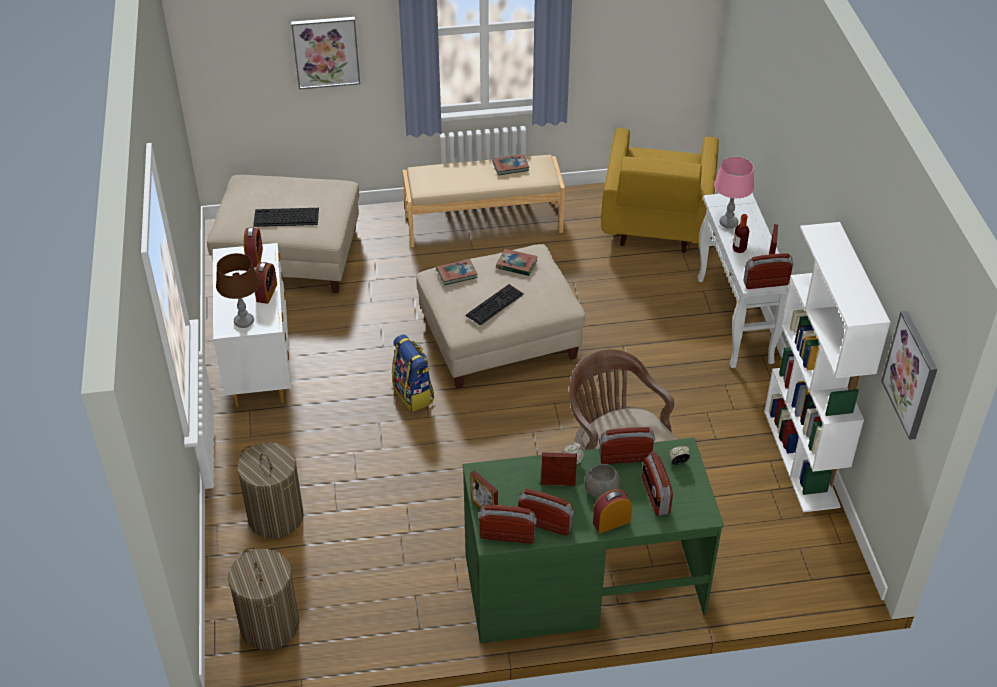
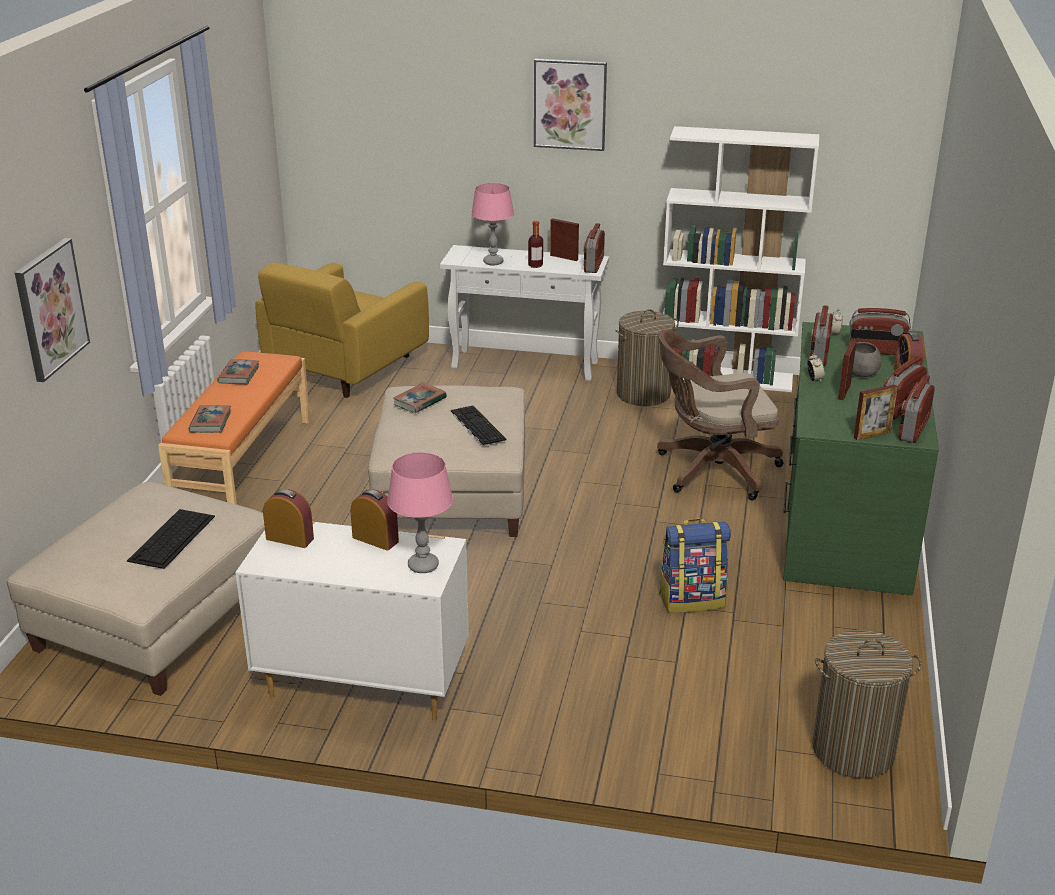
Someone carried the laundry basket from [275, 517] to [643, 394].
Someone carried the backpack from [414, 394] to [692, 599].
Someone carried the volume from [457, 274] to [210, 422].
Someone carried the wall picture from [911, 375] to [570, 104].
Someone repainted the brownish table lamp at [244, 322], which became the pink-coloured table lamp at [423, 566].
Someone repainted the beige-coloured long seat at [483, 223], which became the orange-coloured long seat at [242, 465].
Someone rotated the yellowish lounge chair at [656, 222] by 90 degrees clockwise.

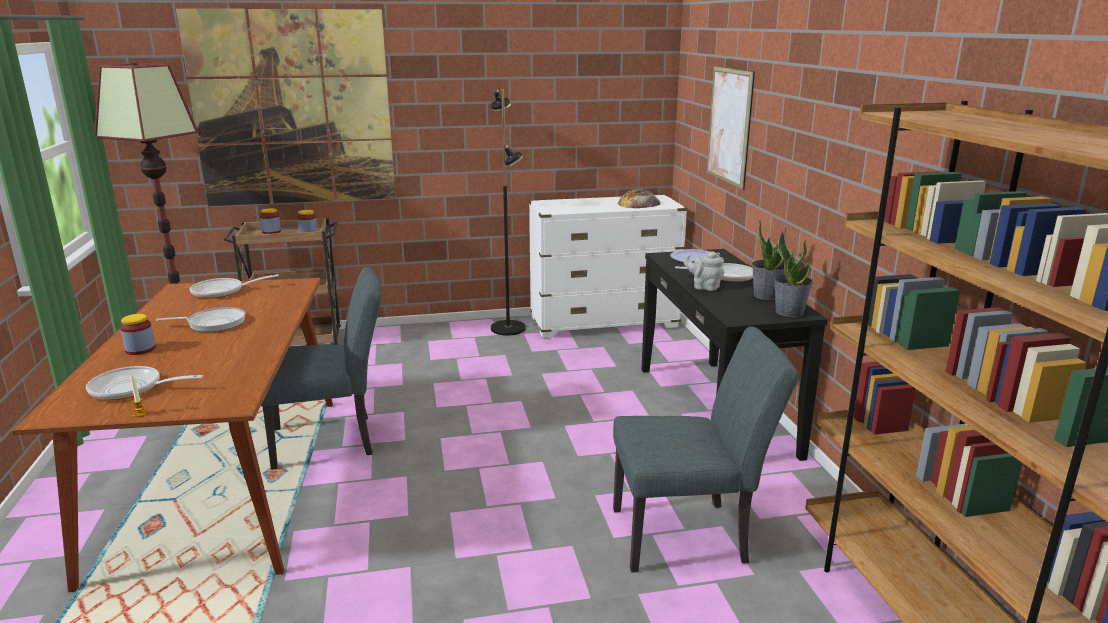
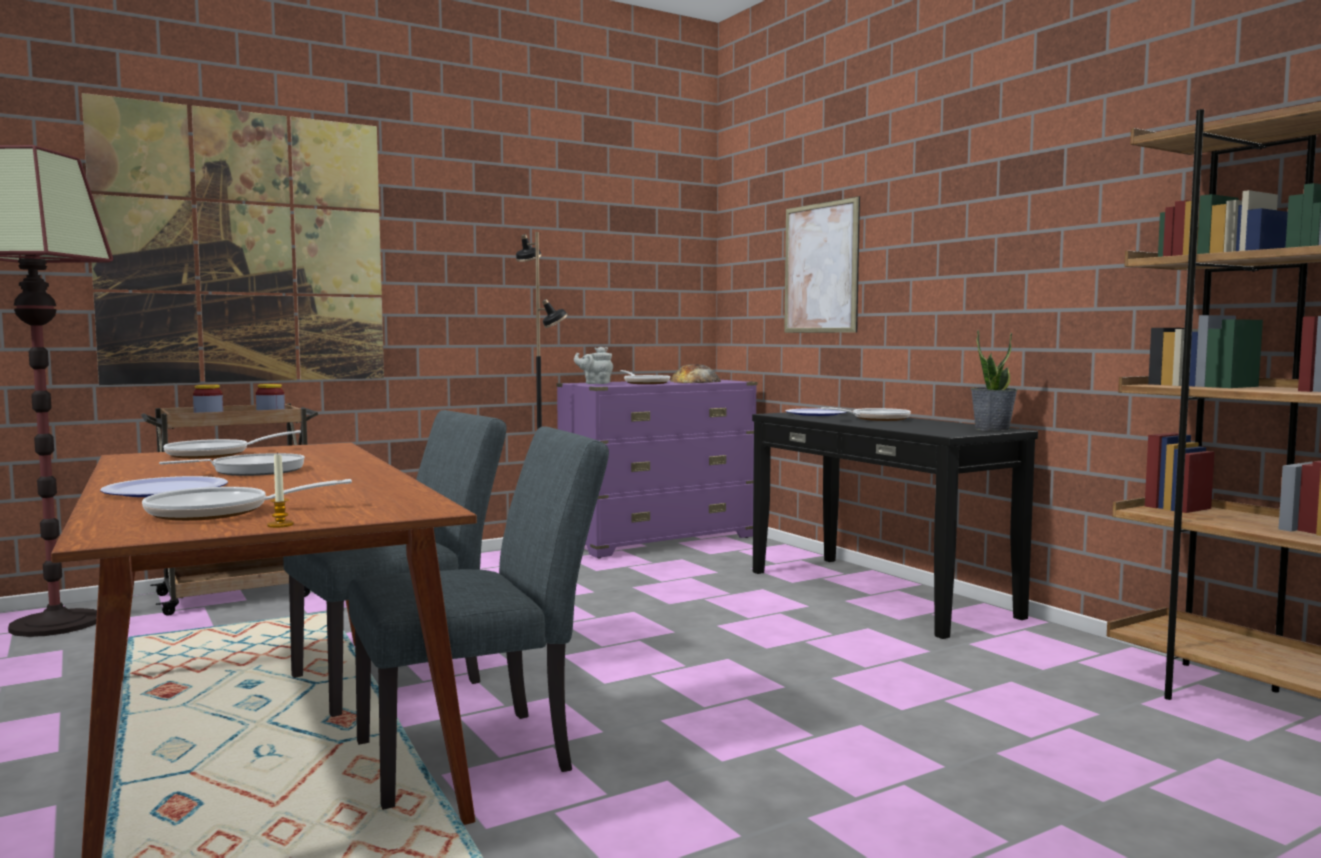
Someone took away the plant in a pot at [766, 295].
Someone put down the skillet at [645, 383].
Someone carried the greyish upright chair from [690, 535] to [481, 754].
Someone carried the greyish tea pot from [704, 287] to [595, 383].
Someone swapped the preserve jar at [140, 349] for the dinner plate at [166, 490].
Someone repainted the white-coloured drawer chest at [603, 322], which became the purple-coloured drawer chest at [658, 540].

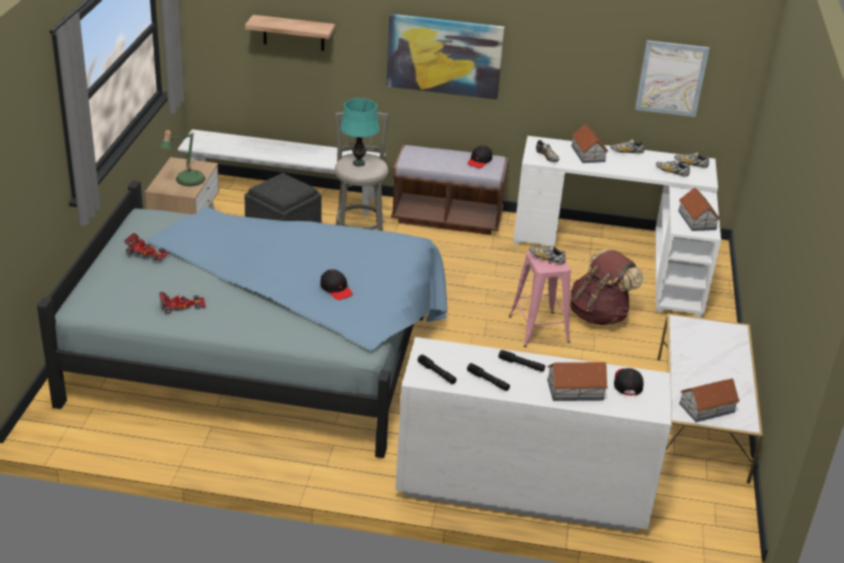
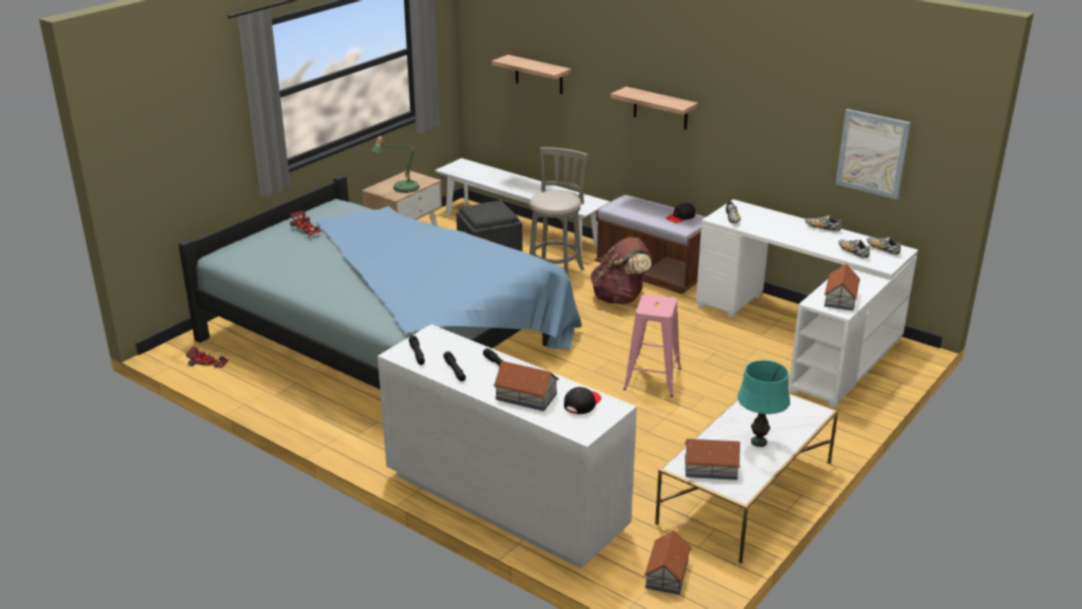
Someone took away the blackish baseball cap at [336, 289].
Someone took away the item of footwear at [546, 259].
Someone carried the model car from [182, 305] to [208, 362].
Someone carried the blue-green table lamp from [358, 163] to [758, 442].
Someone carried the brownish backpack from [599, 315] to [620, 298].
Someone carried the miniature house from [588, 154] to [666, 574].
Someone swapped the wall picture at [444, 56] for the bracket shelf at [660, 108].

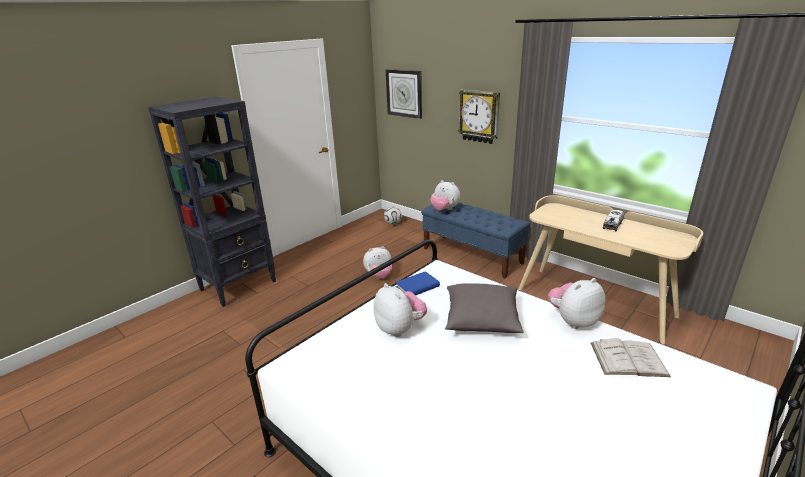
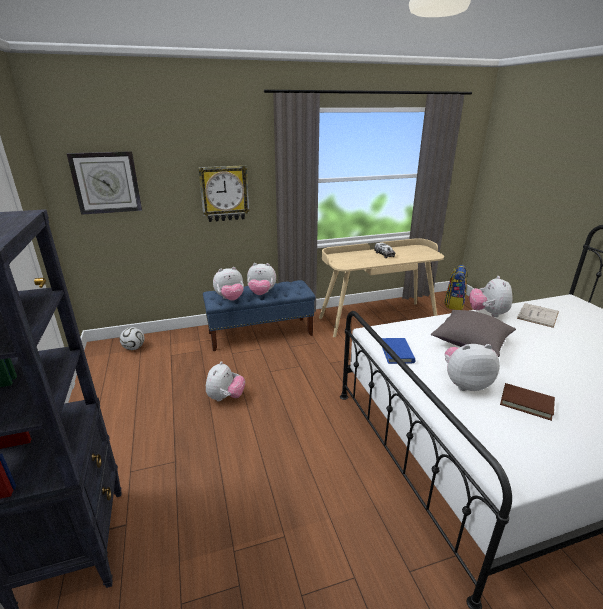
Someone put down the plush toy at [261, 293].
Someone put down the backpack at [454, 304].
Someone put down the brownish volume at [526, 403].

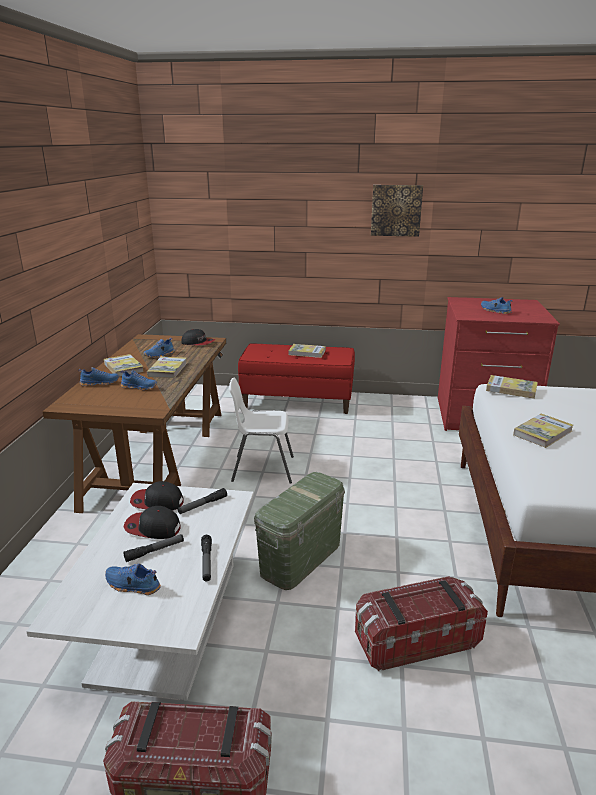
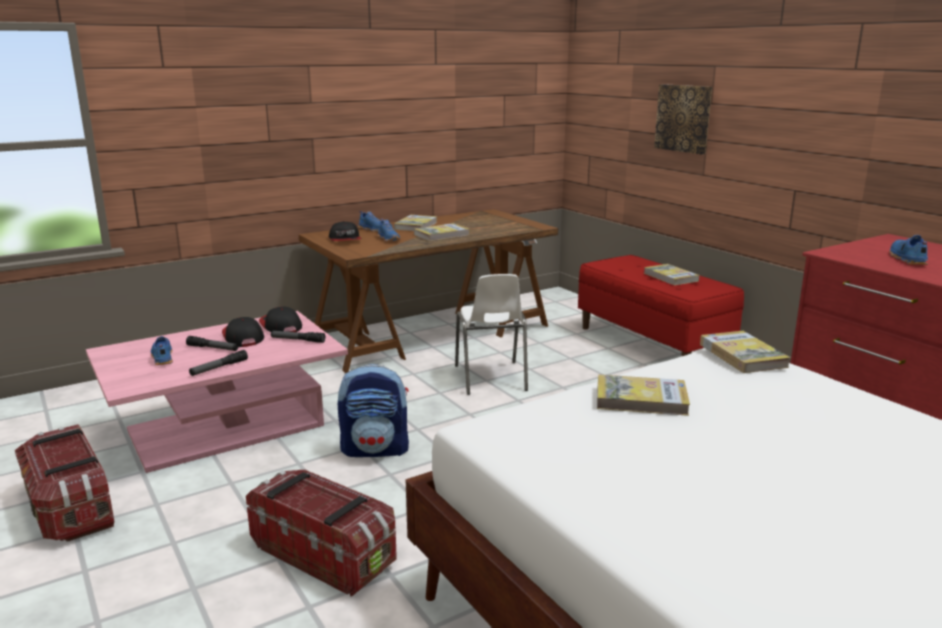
Someone took away the blue item of footwear at [160, 355].
Someone carried the baseball cap from [198, 343] to [345, 239].
Someone carried the wall picture from [396, 210] to [684, 118].
Someone swapped the green storage container at [300, 558] for the backpack at [376, 449].
Someone repainted the white-coloured coffee table at [167, 619], which became the pink-coloured coffee table at [226, 428].
Someone rotated the white-coloured upright chair at [262, 469] by 150 degrees counterclockwise.

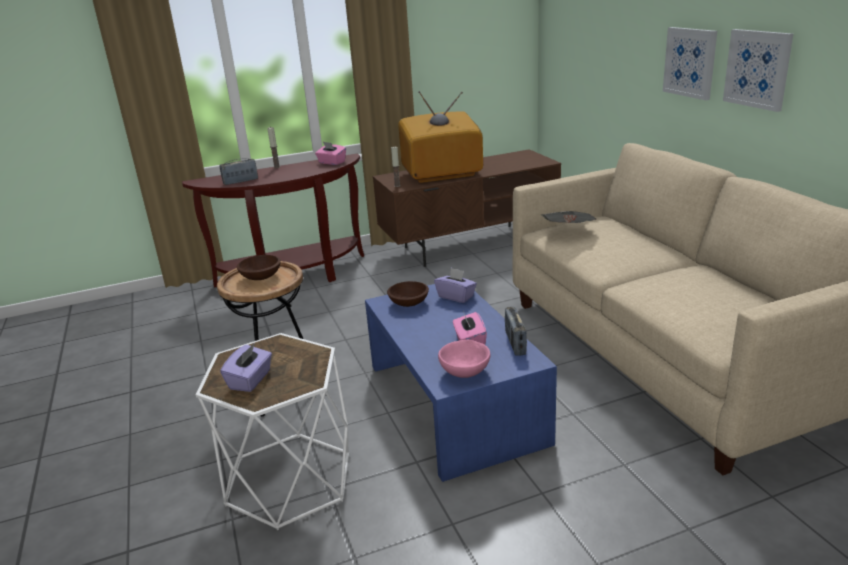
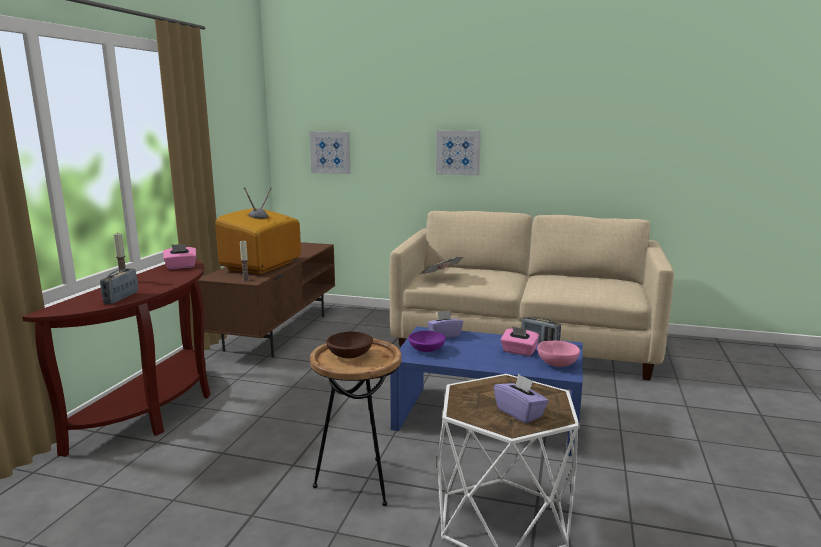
Someone carried the wall picture from [757, 69] to [330, 152].
Someone repainted the brownish bowl at [409, 303], which became the purple-coloured bowl at [427, 350].

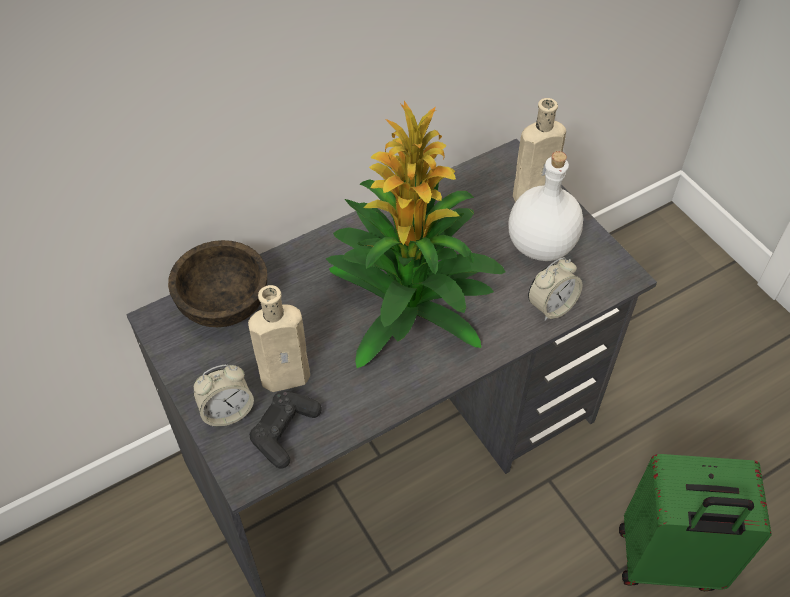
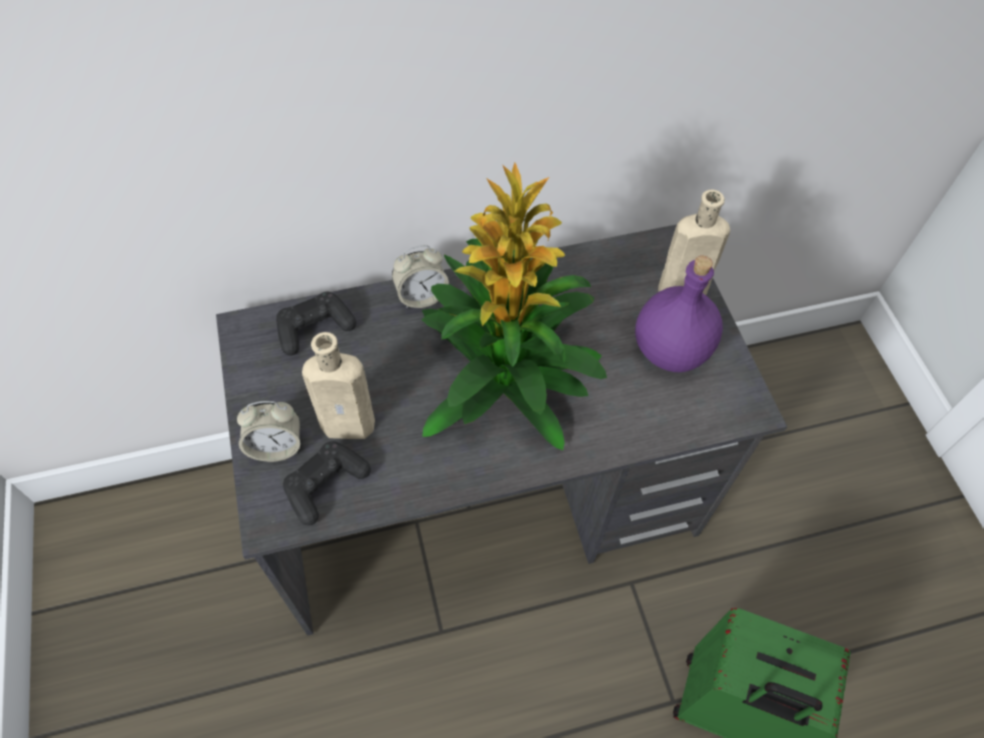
Someone carried the table clock from [551, 306] to [421, 296].
Someone swapped the brownish bowl at [224, 303] for the blackish game controller at [315, 328].
Someone repainted the white-coloured bottle at [542, 246], which became the purple-coloured bottle at [671, 351].

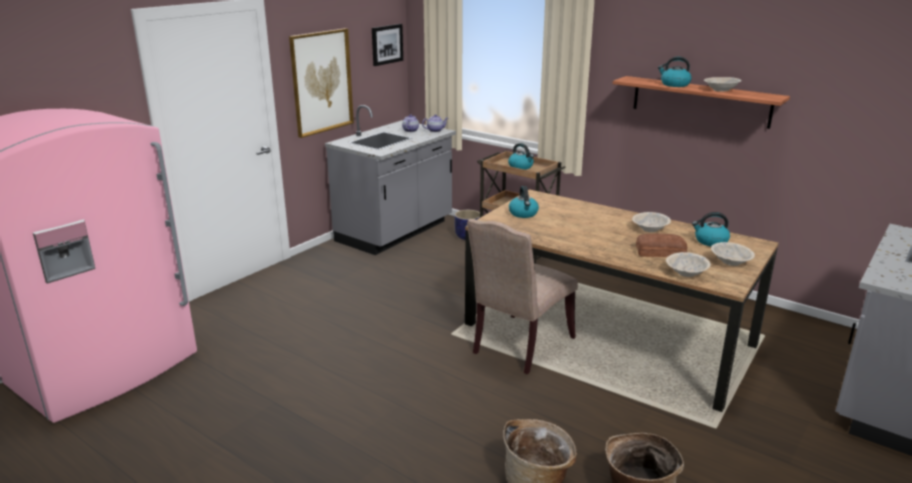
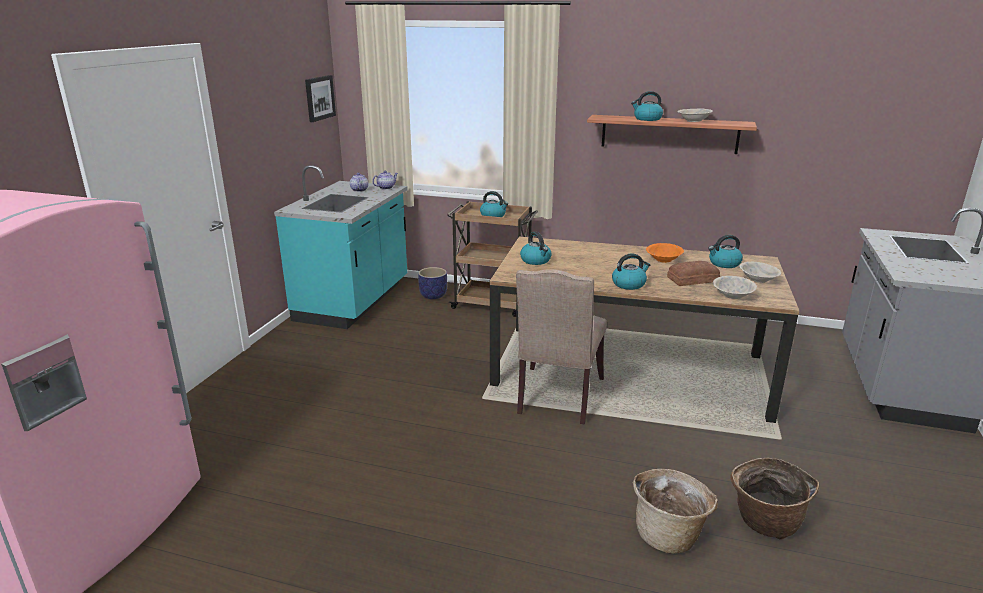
Someone took away the wall picture at [321, 82].
Someone put down the kettle at [629, 284].
Someone repainted the greyish counter at [395, 232], which became the blue-green counter at [354, 301].
Someone repainted the beige-coloured bowl at [650, 229], which became the orange-coloured bowl at [664, 260].

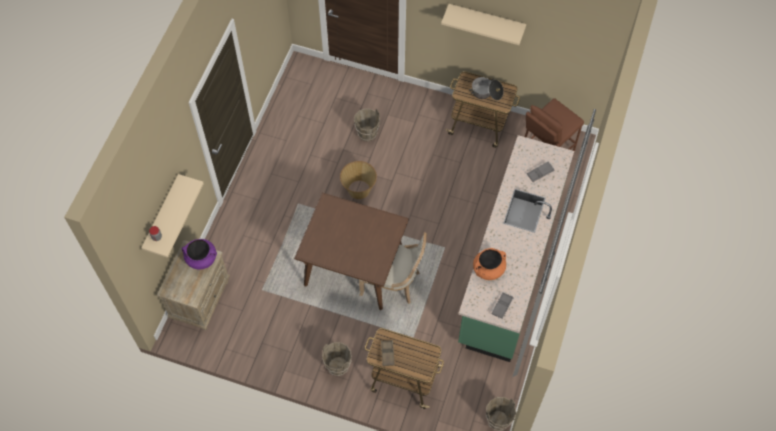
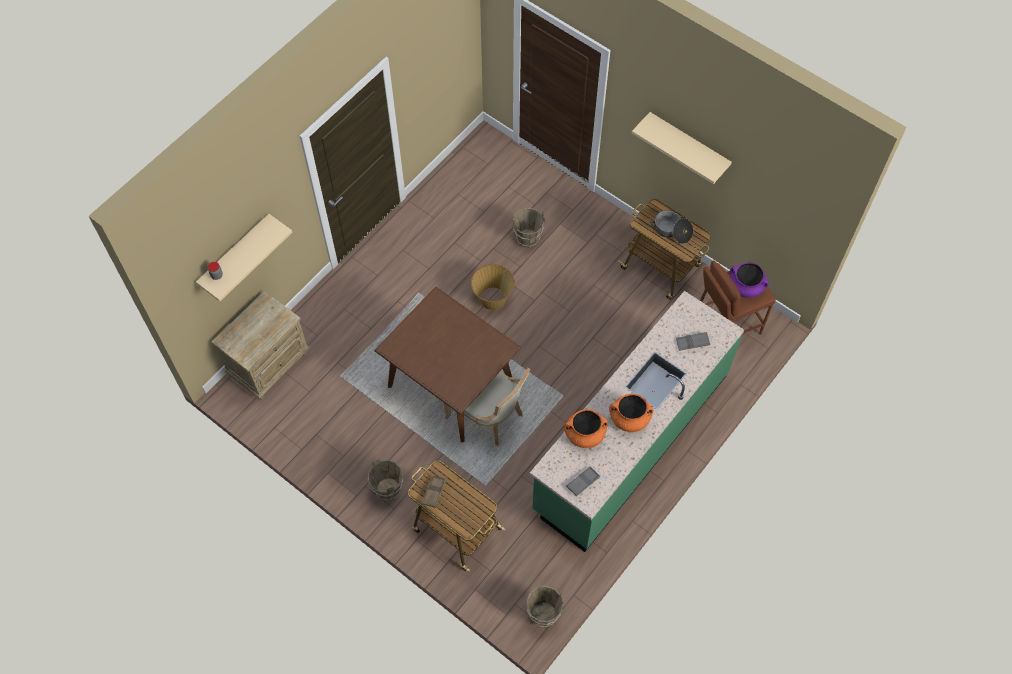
Someone put down the orange-coloured cooking pot at [629, 419].
Someone carried the purple-coloured cooking pot from [201, 258] to [746, 287].

